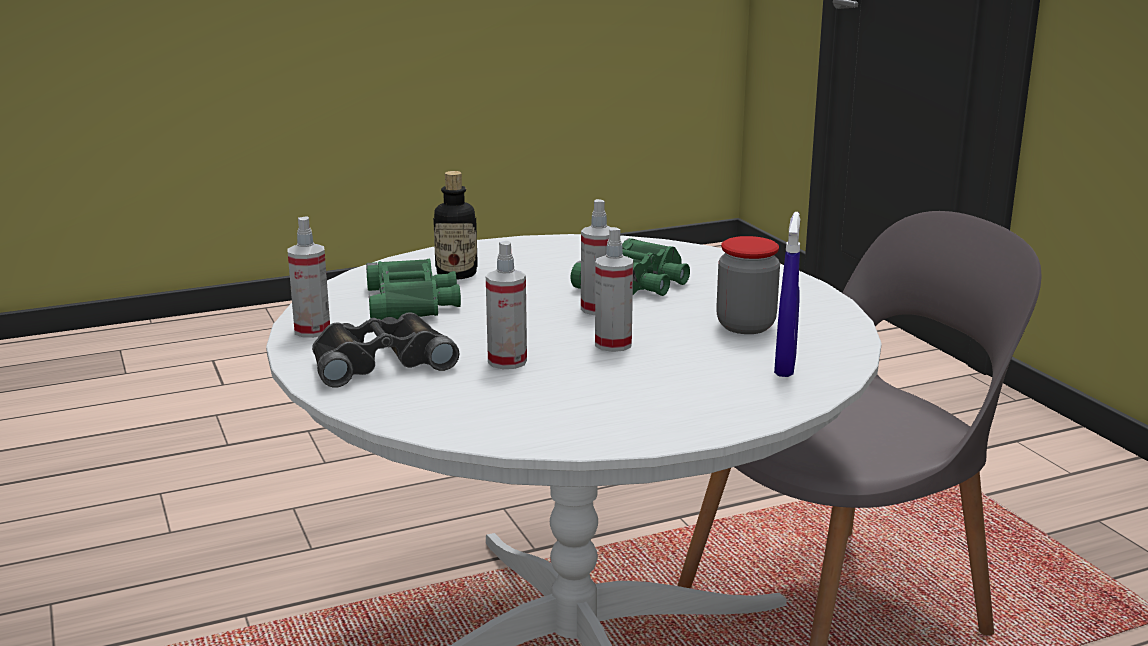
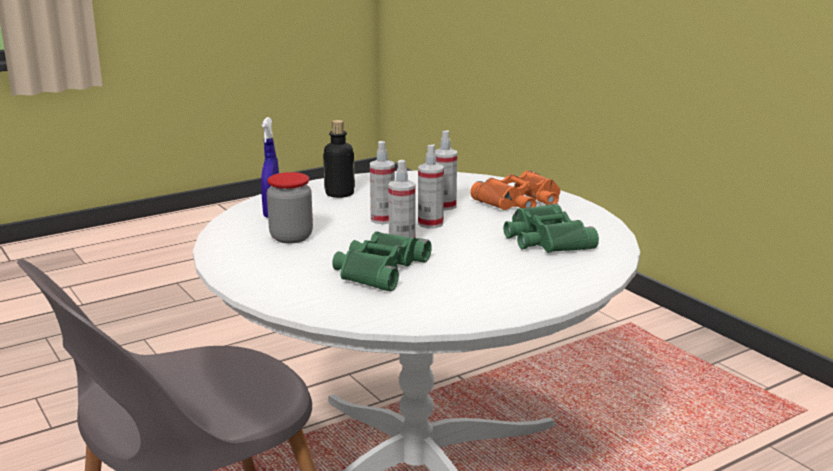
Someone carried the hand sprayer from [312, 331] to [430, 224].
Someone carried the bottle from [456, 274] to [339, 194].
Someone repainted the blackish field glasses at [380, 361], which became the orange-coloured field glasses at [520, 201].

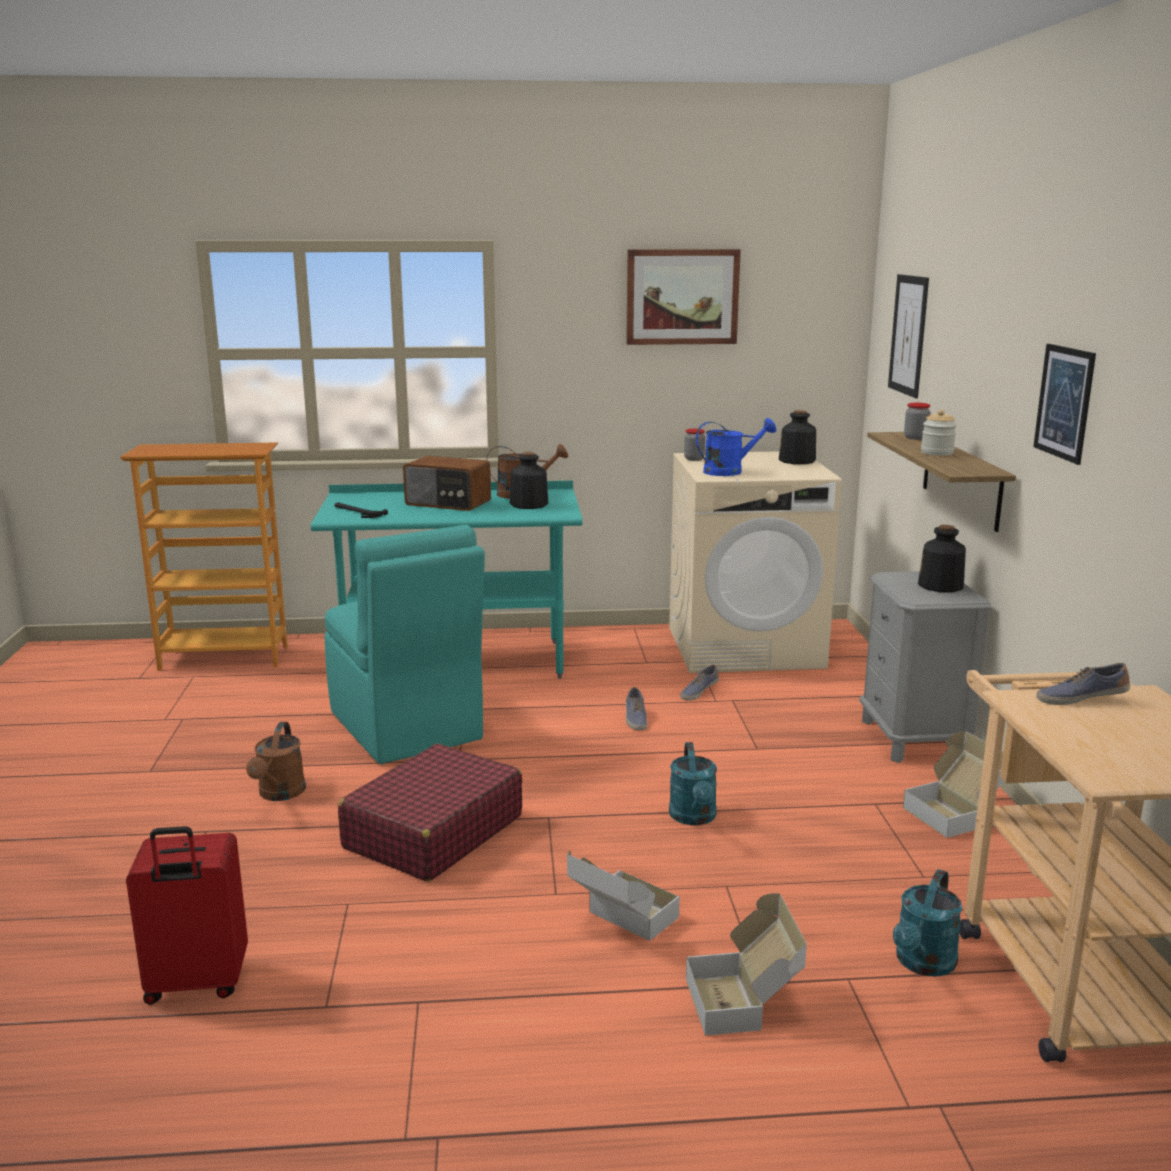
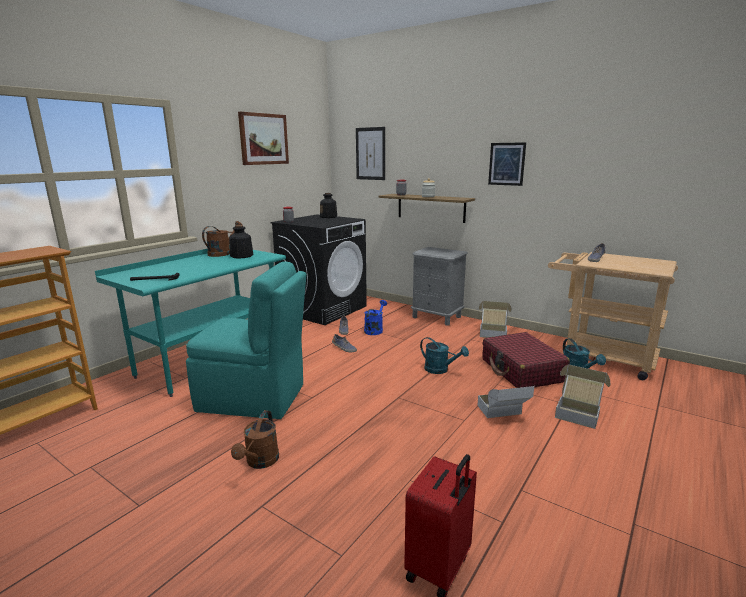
Someone took away the radio at [448, 503].
Someone took away the bottle at [940, 586].
Someone carried the red-coloured suitcase from [433, 832] to [522, 370].
Someone carried the blue sprinkling can from [730, 471] to [375, 330].
Someone repainted the beige-coloured washing machine at [745, 647], which became the blackish washing machine at [323, 309].
Someone rotated the brownish sprinkling can at [279, 794] by 60 degrees clockwise.

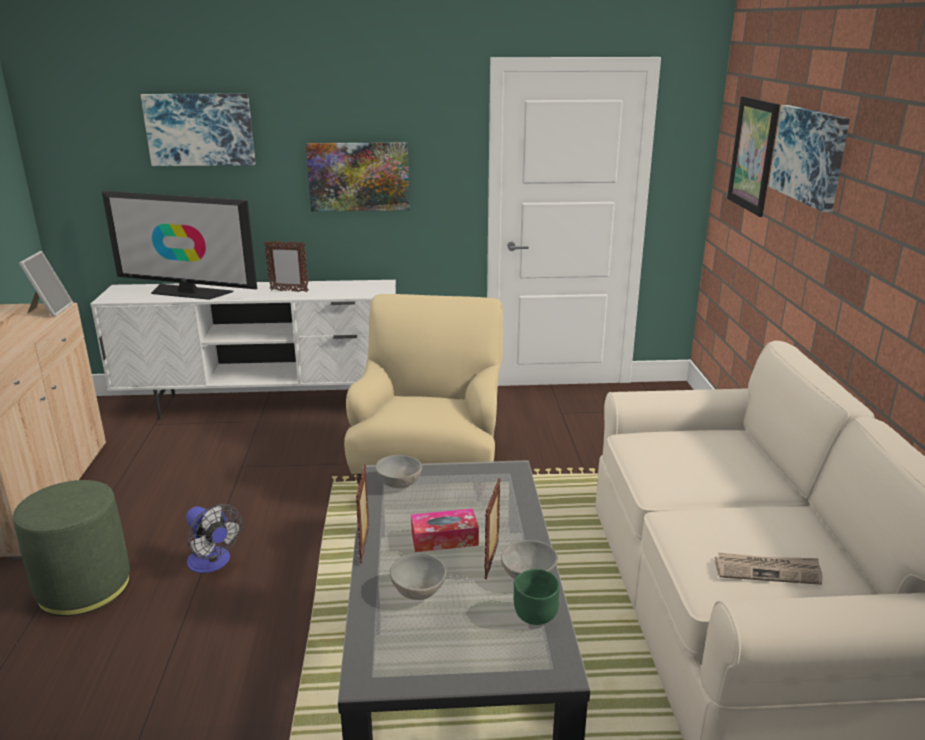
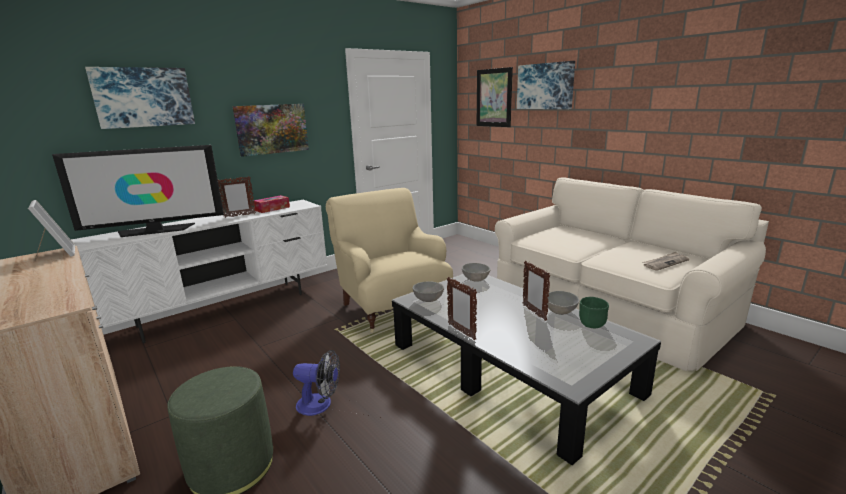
Someone carried the greyish bowl from [419, 591] to [476, 279].
Someone carried the tissue holder from [444, 538] to [272, 208].

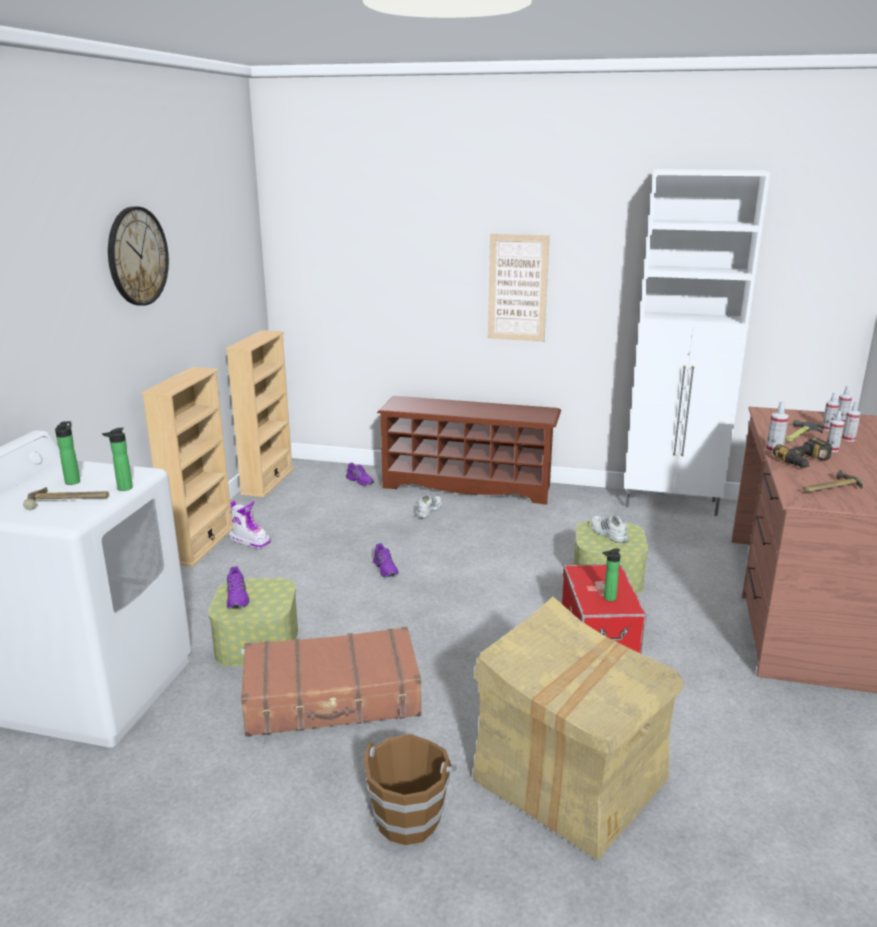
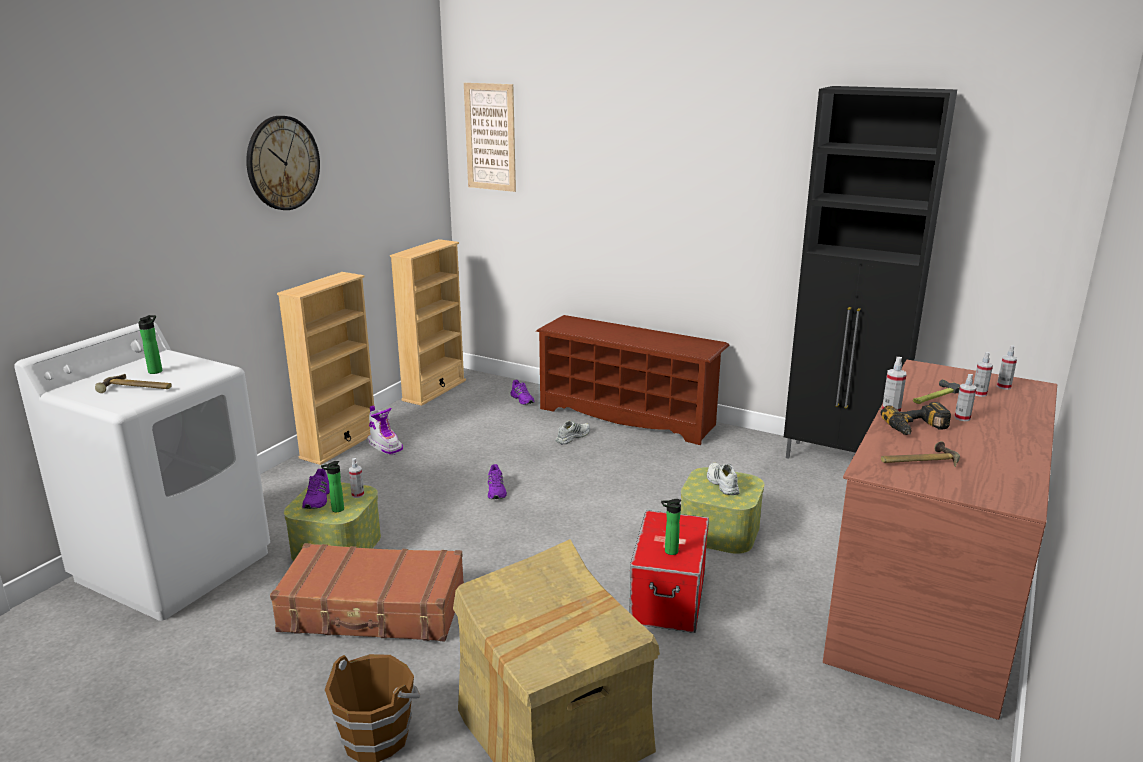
Someone carried the bottle from [123, 489] to [336, 510].
Someone carried the wall picture from [517, 288] to [490, 137].
Someone carried the hand sprayer from [848, 439] to [357, 494].
Someone repainted the white-coloured cabinet at [672, 504], which became the blackish cabinet at [841, 461].

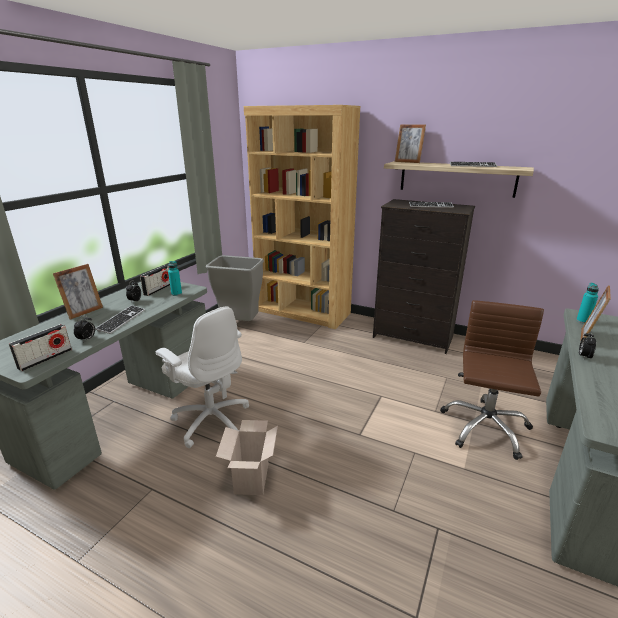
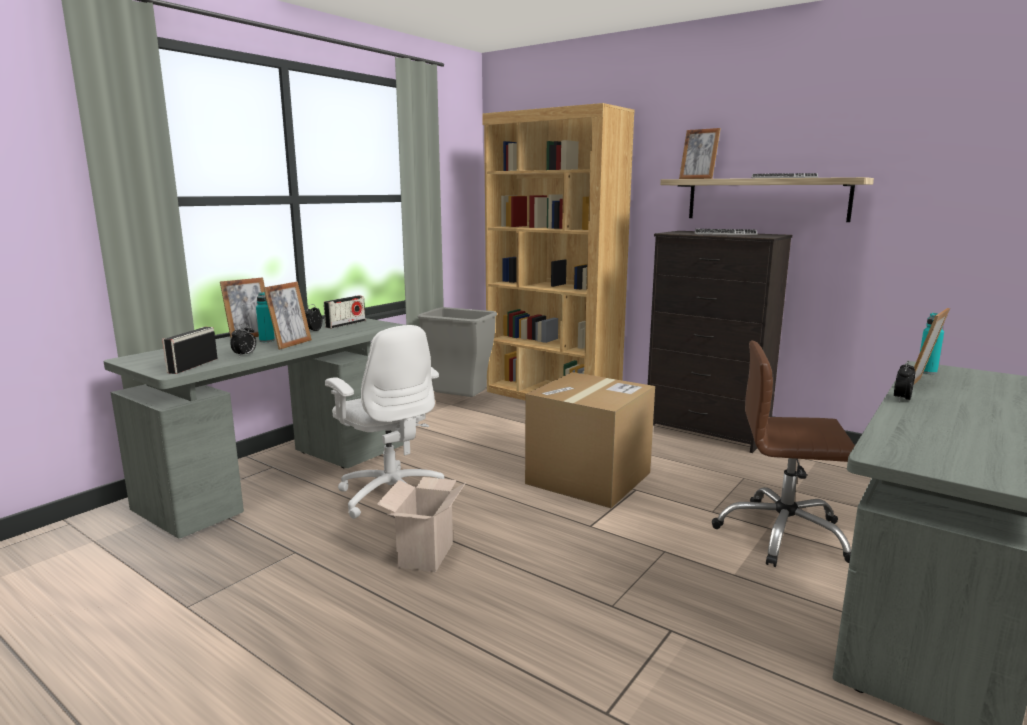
Someone put down the carton at [588, 478].
Someone carried the blue-green bottle from [176, 294] to [267, 340].
Someone swapped the computer keyboard at [121, 320] for the photo frame at [291, 344].
Someone rotated the radio at [45, 359] by 150 degrees clockwise.
Someone rotated the brownish computer chair at [484, 427] by 105 degrees counterclockwise.

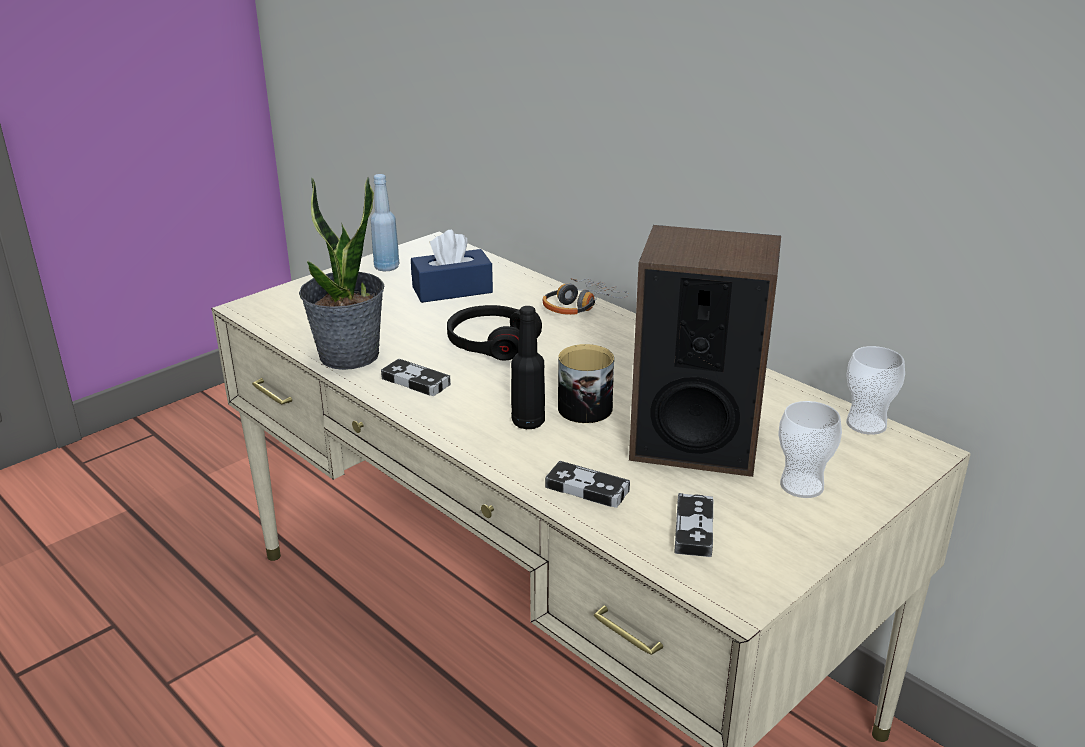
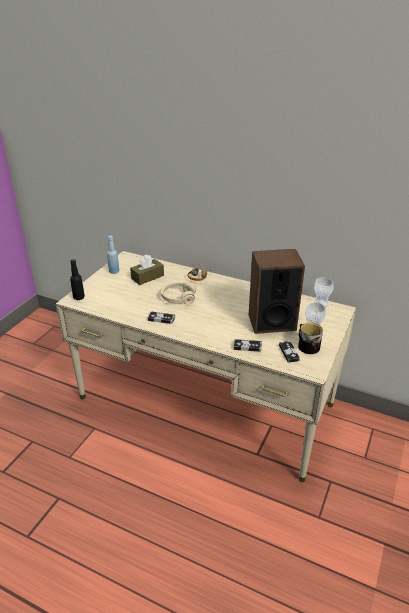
Someone took away the plant in a pot at [349, 356].
Someone carried the blackish bottle from [528, 422] to [79, 297].
Someone carried the tea mug from [583, 405] to [307, 345].
Someone repainted the blue tissue holder at [452, 290], which became the brownish tissue holder at [147, 277].
Someone repainted the blackish headset at [492, 343], which became the beige-coloured headset at [178, 297].

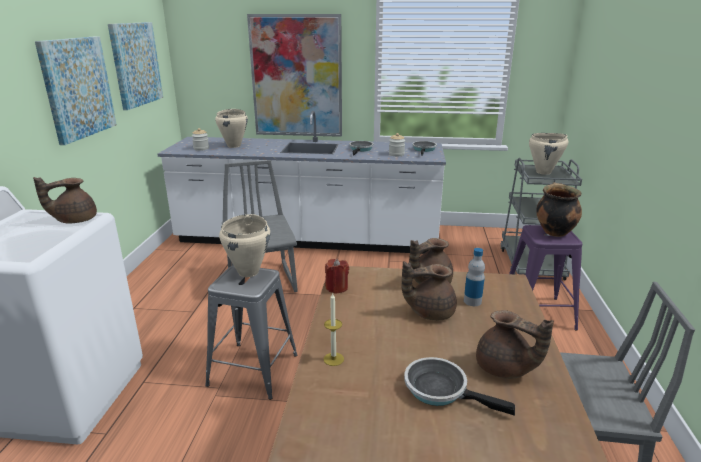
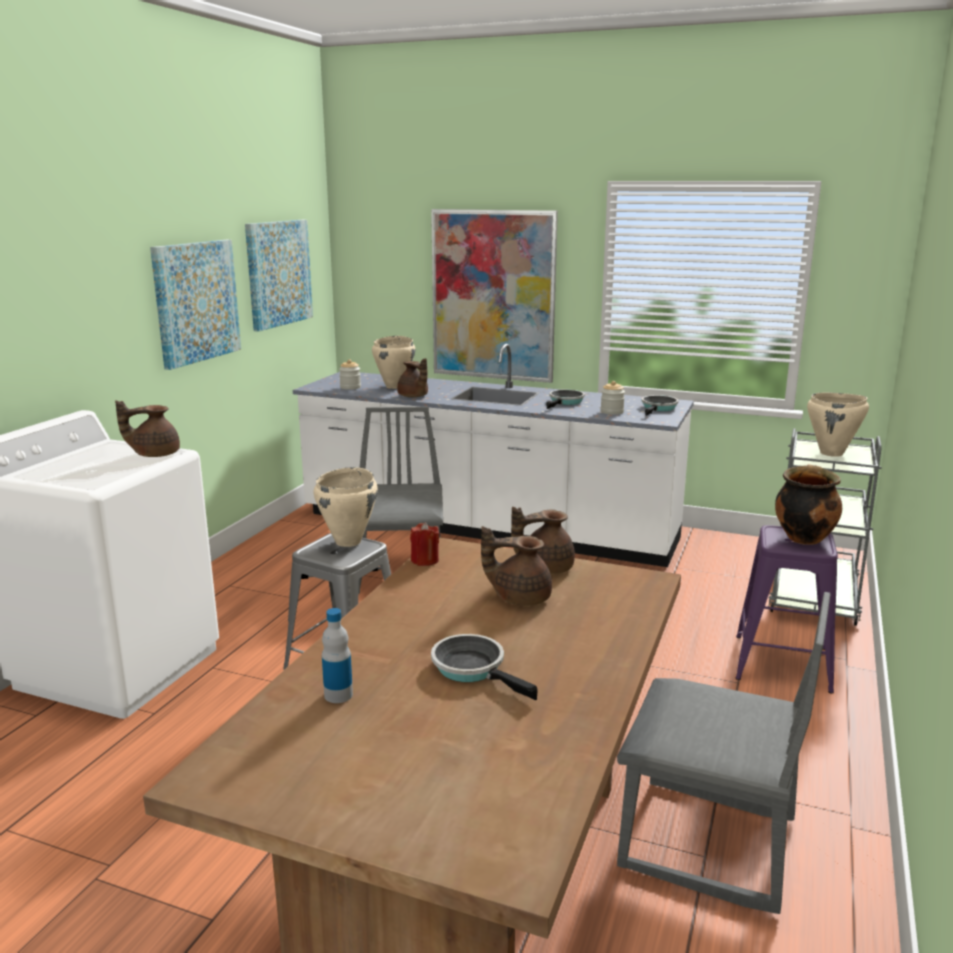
Someone took away the wax candle at [333, 359].
Someone carried the bottle from [472, 301] to [338, 695].
Someone carried the brownish tea pot from [504, 369] to [413, 396].

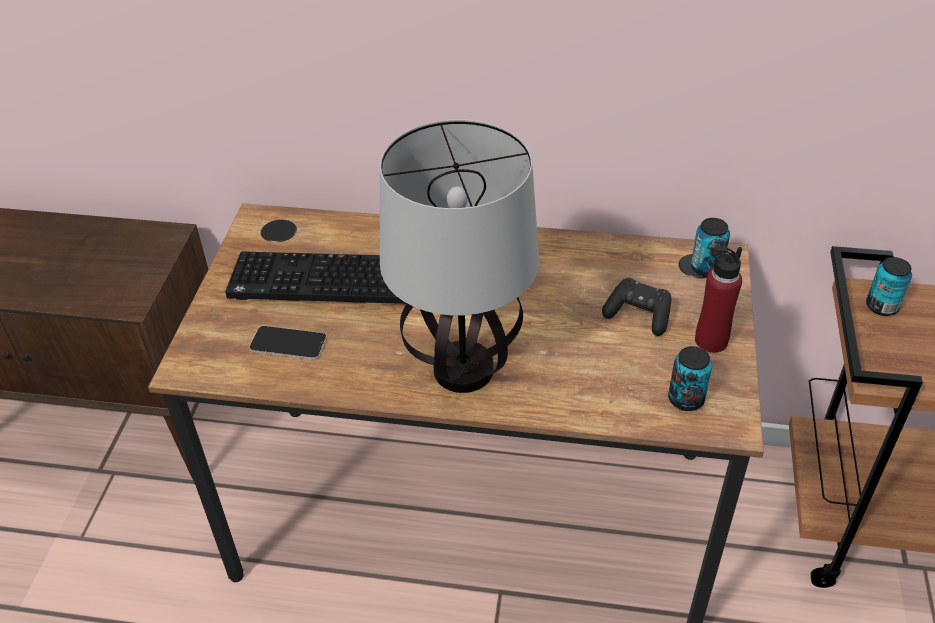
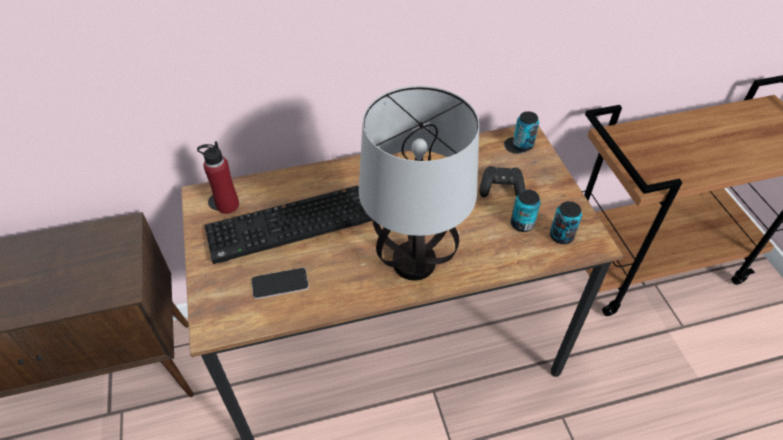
Someone carried the red-coloured bottle from [711, 341] to [227, 205].
Someone carried the can from [881, 306] to [522, 224].

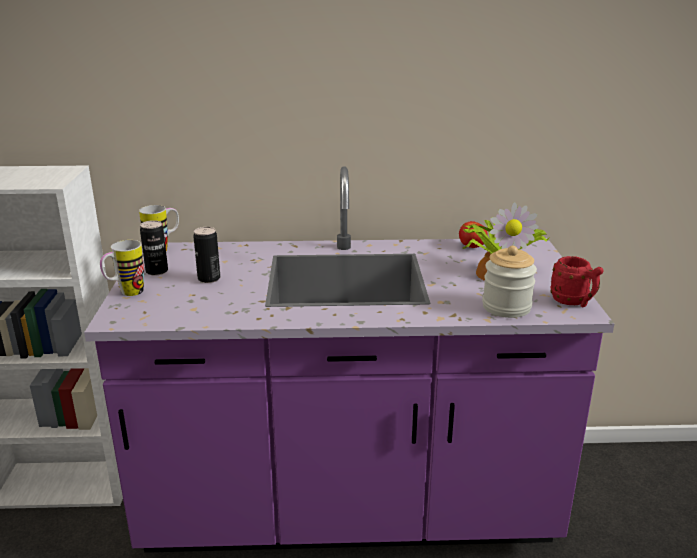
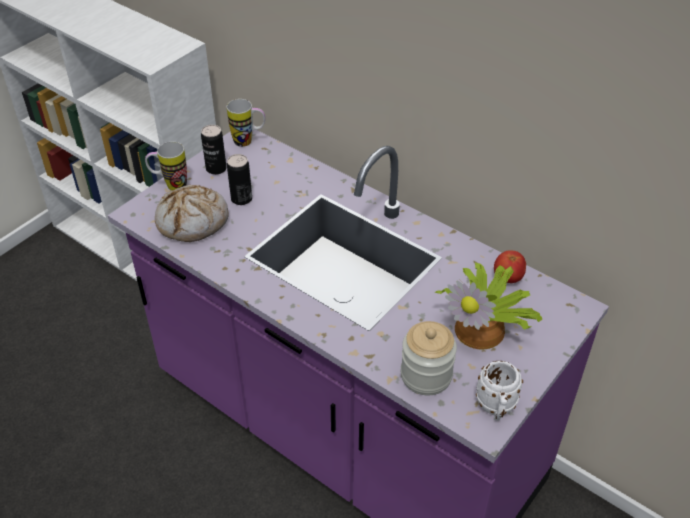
Someone put down the bread at [193, 221].
Someone repainted the red-coloured tea mug at [573, 302], which became the white-coloured tea mug at [496, 408].

